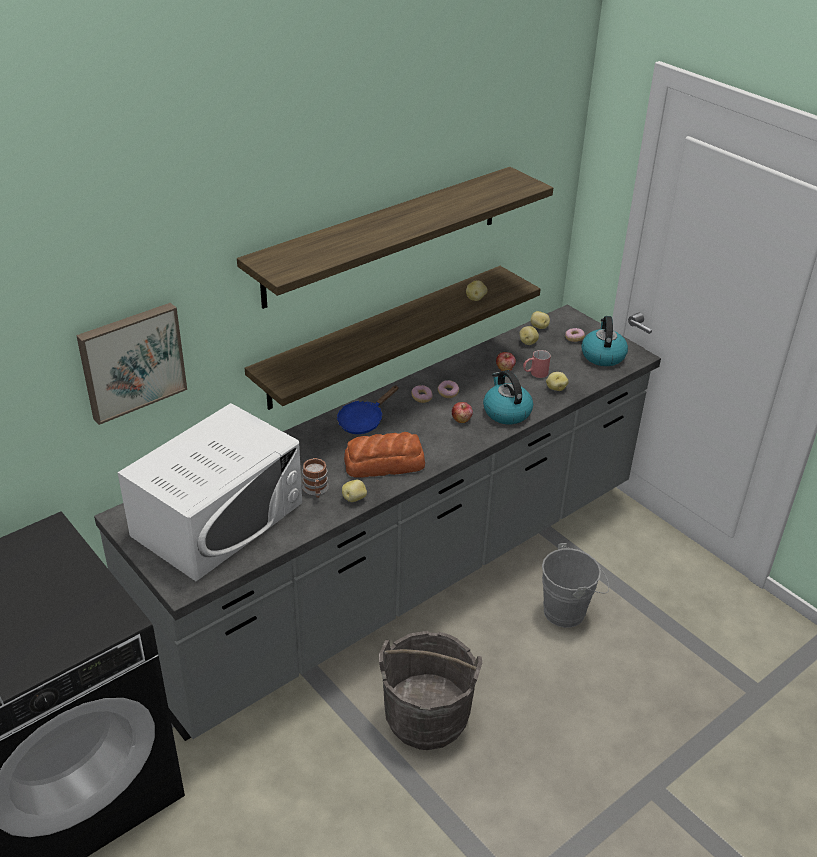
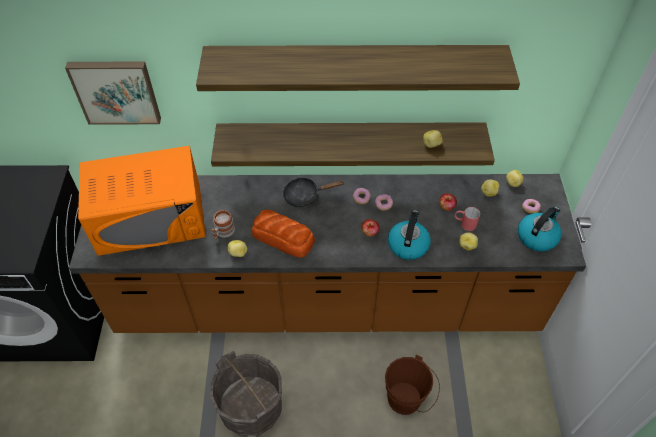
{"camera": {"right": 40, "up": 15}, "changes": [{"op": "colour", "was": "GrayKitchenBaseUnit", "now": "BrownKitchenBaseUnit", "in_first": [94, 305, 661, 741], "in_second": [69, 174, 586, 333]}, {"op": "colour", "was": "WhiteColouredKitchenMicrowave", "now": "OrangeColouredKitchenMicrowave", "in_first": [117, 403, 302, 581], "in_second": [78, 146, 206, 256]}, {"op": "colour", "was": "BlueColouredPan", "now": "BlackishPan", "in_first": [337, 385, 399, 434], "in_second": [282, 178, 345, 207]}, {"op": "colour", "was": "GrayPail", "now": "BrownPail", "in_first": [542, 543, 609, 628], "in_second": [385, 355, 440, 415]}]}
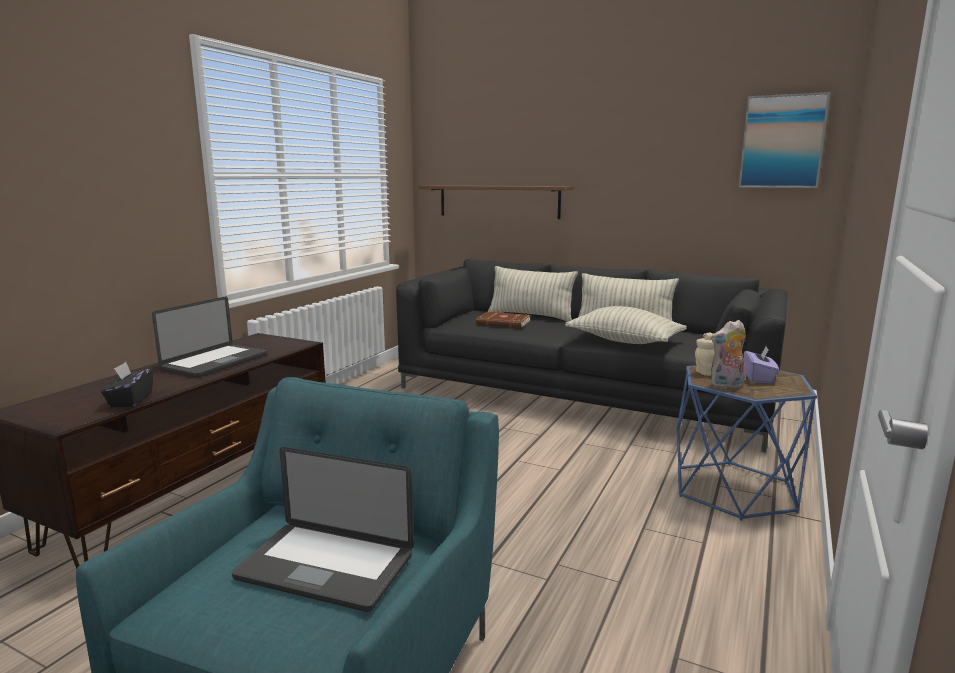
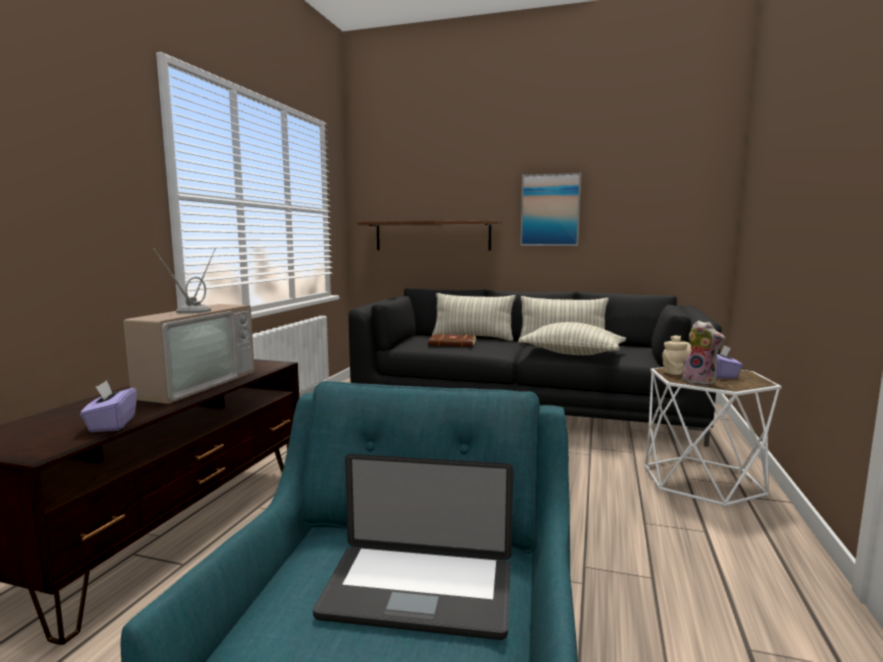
{"camera": {"right": -10, "up": -5}, "changes": [{"op": "colour", "was": "BlackishTissueBox", "now": "PurpleColouredTissueBox", "in_first": [101, 362, 153, 407], "in_second": [80, 380, 137, 432]}, {"op": "exchanged", "was": "Laptop", "now": "Television", "in_first": [152, 297, 267, 377], "in_second": [123, 247, 255, 404]}, {"op": "colour", "was": "BlueColouredAccentTable", "now": "WhiteColouredAccentTable", "in_first": [677, 365, 817, 521], "in_second": [645, 367, 782, 508]}, {"op": "spun", "was": "PlushToy", "in_first": [710, 320, 746, 389], "in_second": [682, 320, 725, 386], "clockwise": -105}, {"op": "relocated", "was": "Picture", "in_first": [739, 92, 830, 188], "in_second": [520, 173, 581, 246]}]}
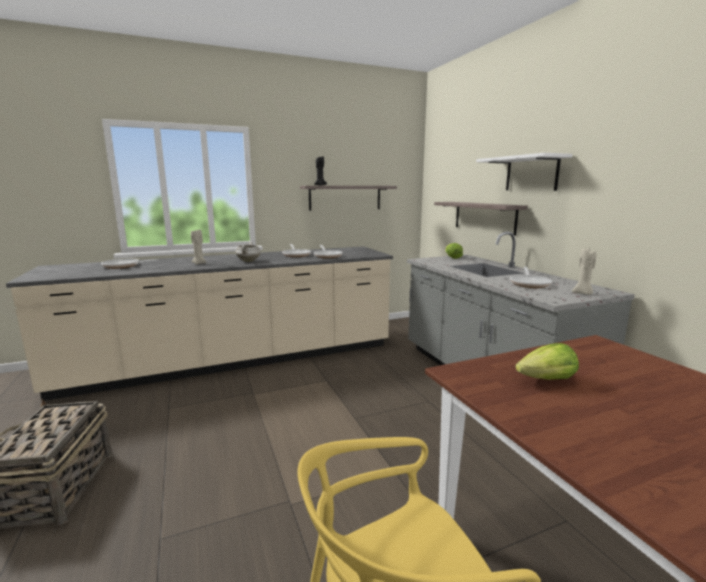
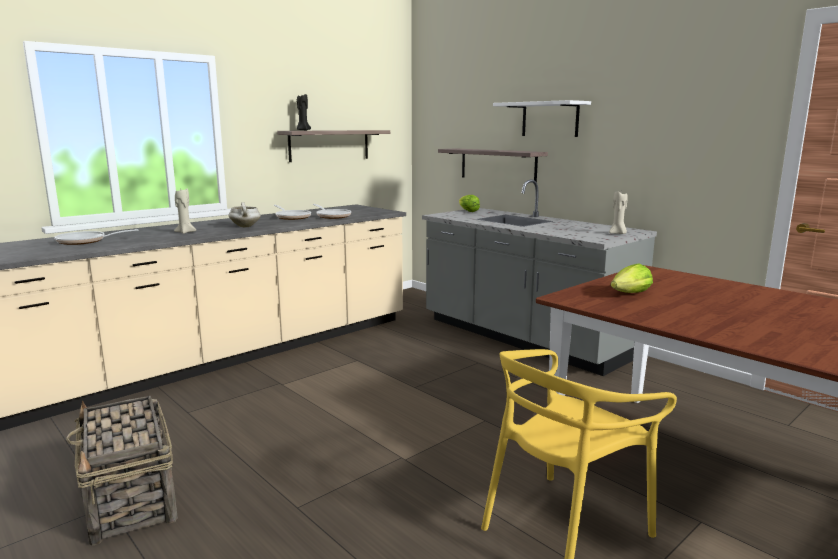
{"camera": {"right": -20, "up": 0}, "changes": [{"op": "missing", "was": "Pan", "in_first": [510, 267, 552, 288]}]}
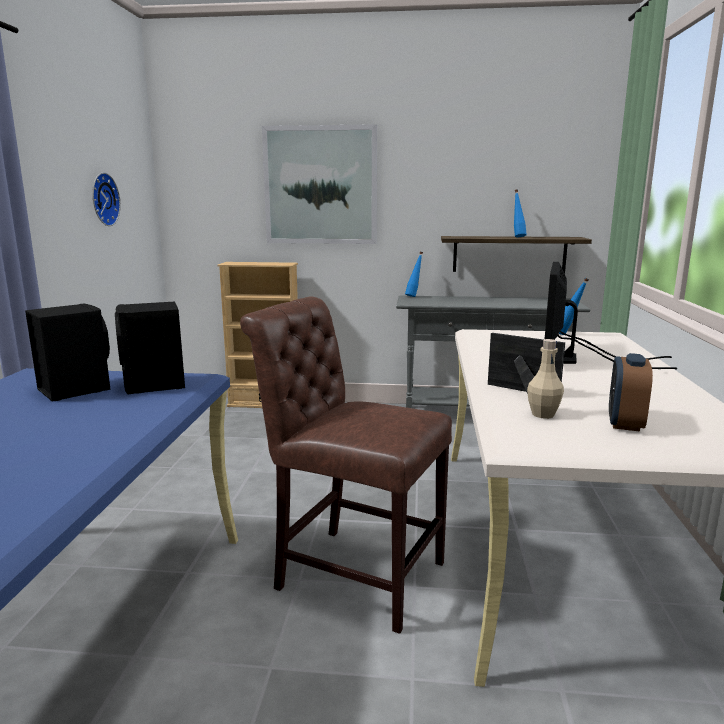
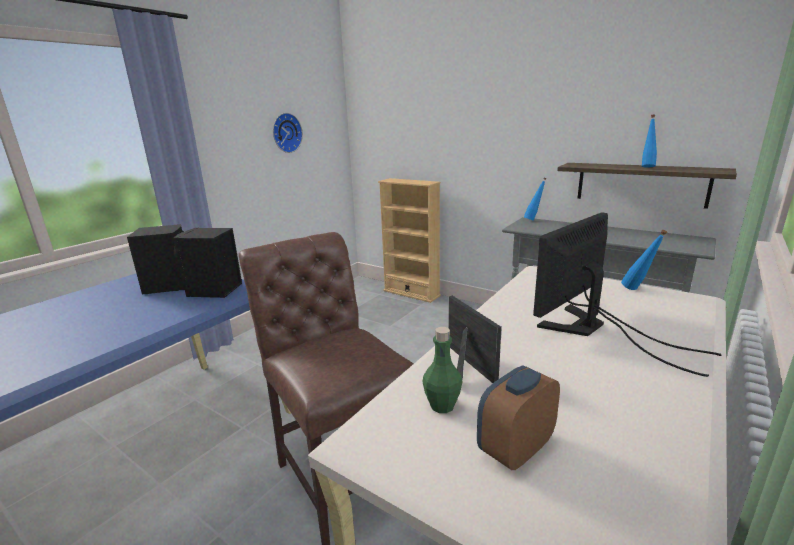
{"camera": {"right": 30, "up": 5}, "changes": [{"op": "missing", "was": "Picture", "in_first": [262, 124, 377, 244]}, {"op": "colour", "was": "BeigeBeverageBottle", "now": "GreenishBeverageBottle", "in_first": [527, 339, 564, 419], "in_second": [422, 327, 463, 413]}]}
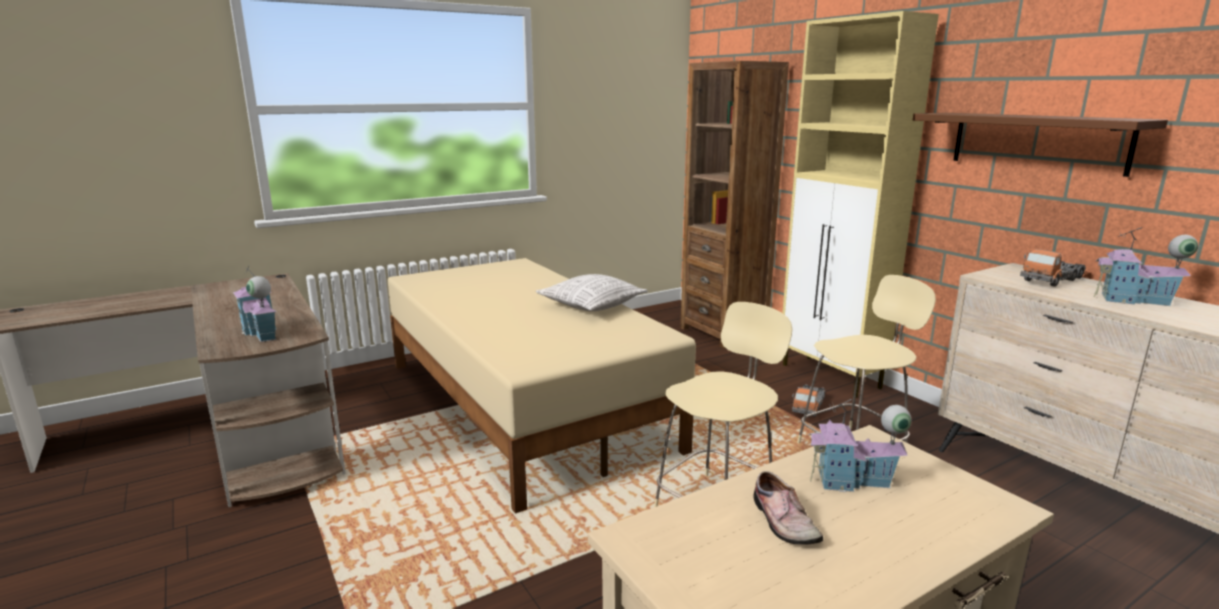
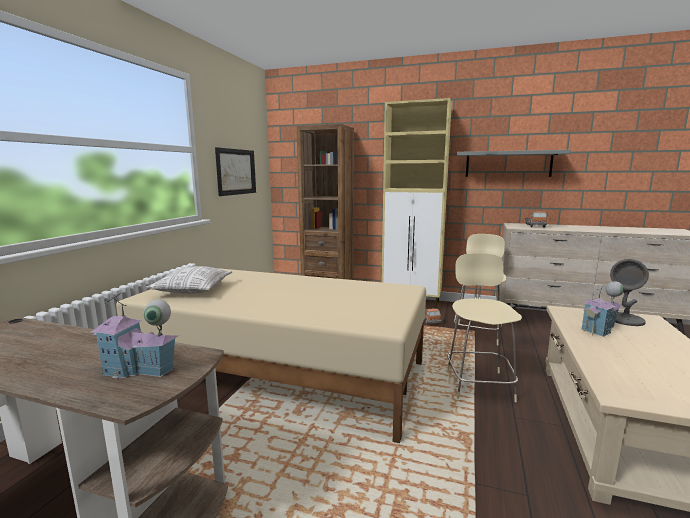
{"camera": {"right": -40, "up": -5}, "changes": [{"op": "relocated", "was": "Pillow", "in_first": [536, 274, 648, 311], "in_second": [146, 266, 232, 294]}, {"op": "missing", "was": "LowShoe", "in_first": [753, 471, 823, 545]}, {"op": "colour", "was": "BrownBracketShelf", "now": "GrayBracketShelf", "in_first": [913, 113, 1168, 177], "in_second": [457, 150, 571, 177]}, {"op": "missing", "was": "MiniatureHouse", "in_first": [1094, 227, 1198, 306]}, {"op": "appeared", "now": "Picture", "in_second": [215, 147, 256, 196]}, {"op": "appeared", "now": "GrayTabletopLamp", "in_second": [610, 259, 649, 326]}]}
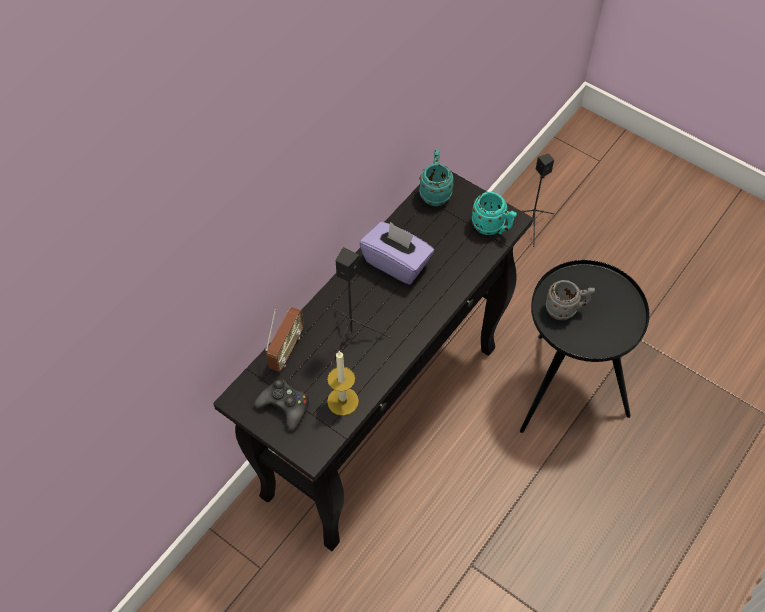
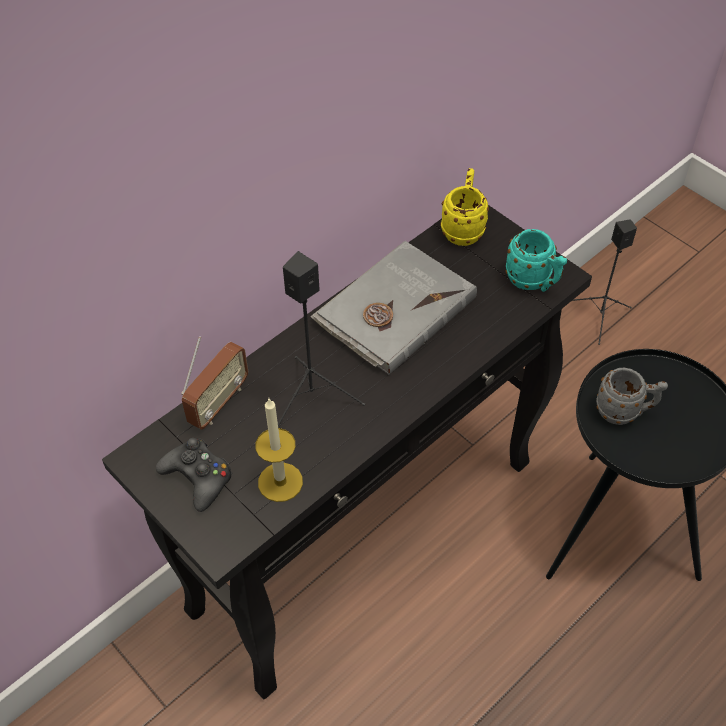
{"camera": {"right": 10, "up": -5}, "changes": [{"op": "exchanged", "was": "PurpleColouredTissueBox", "now": "GrayBook", "in_first": [359, 222, 434, 285], "in_second": [310, 241, 477, 375]}, {"op": "colour", "was": "TurquoiseColouredMug", "now": "YellowMug", "in_first": [419, 149, 454, 206], "in_second": [440, 168, 489, 246]}]}
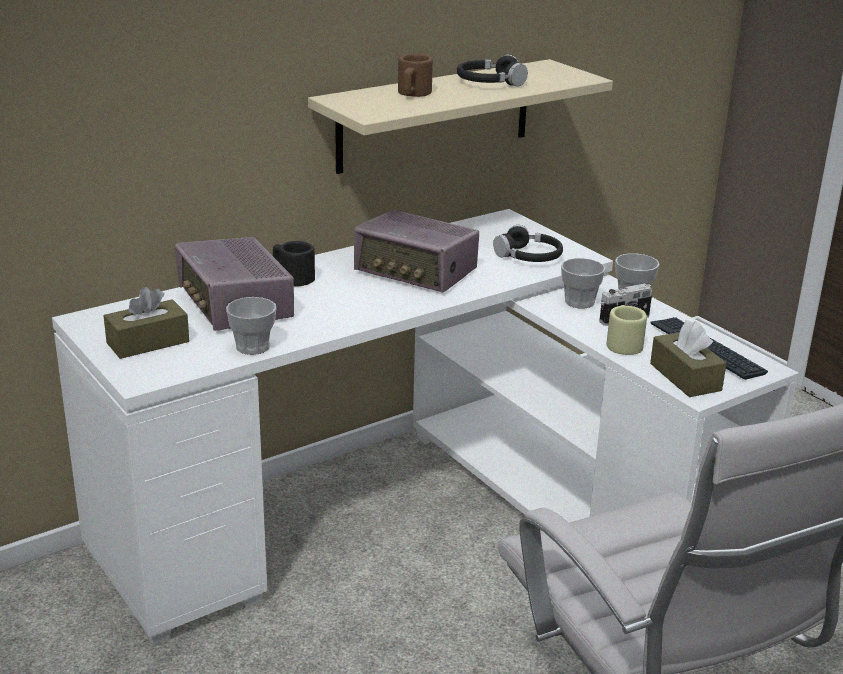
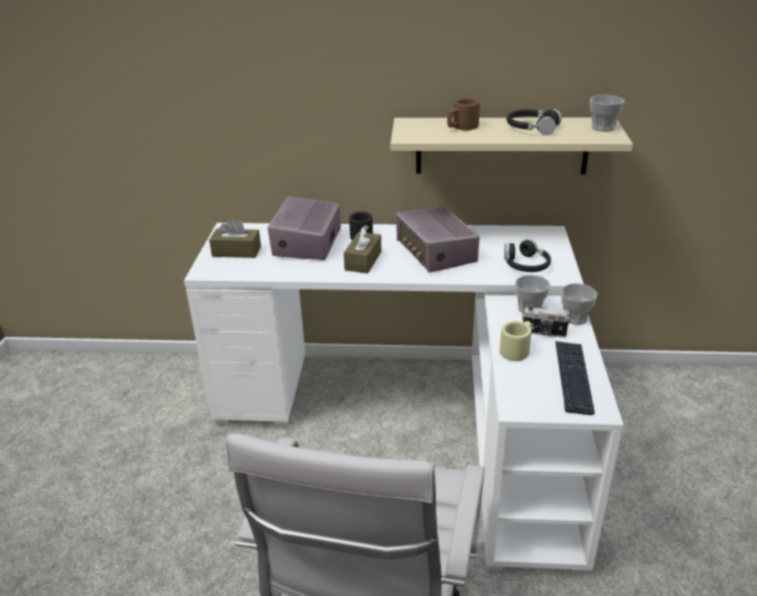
{"camera": {"right": 40, "up": 5}, "changes": [{"op": "relocated", "was": "DrinkingCup", "in_first": [226, 297, 276, 355], "in_second": [590, 95, 625, 132]}, {"op": "relocated", "was": "BrownTissueBox", "in_first": [650, 320, 727, 397], "in_second": [344, 225, 381, 274]}]}
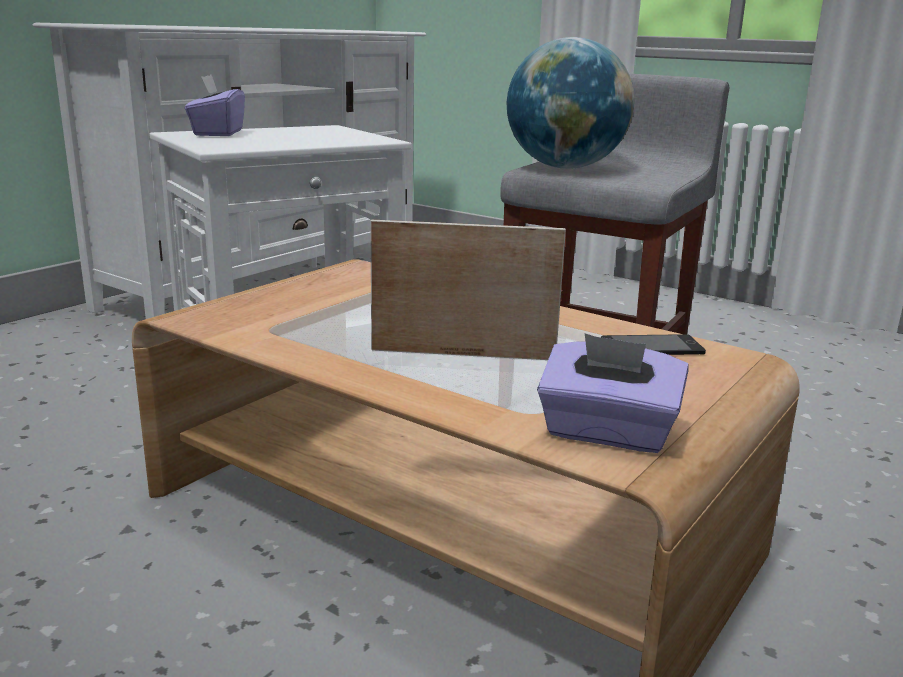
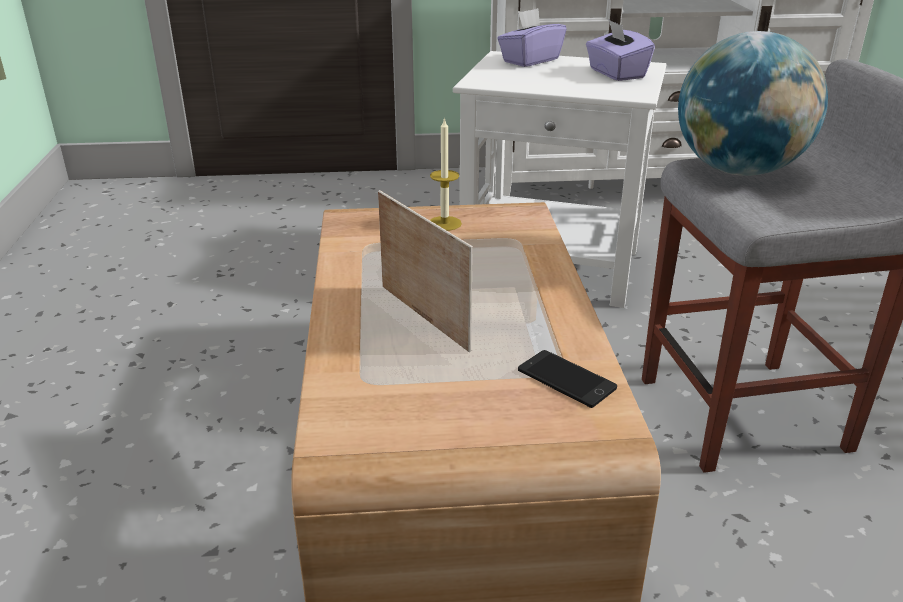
{"camera": {"right": 50, "up": 10}, "changes": [{"op": "relocated", "was": "PurpleColouredTissueBox", "in_first": [537, 333, 688, 453], "in_second": [586, 20, 655, 81]}, {"op": "appeared", "now": "WaxCandle", "in_second": [430, 117, 462, 231]}]}
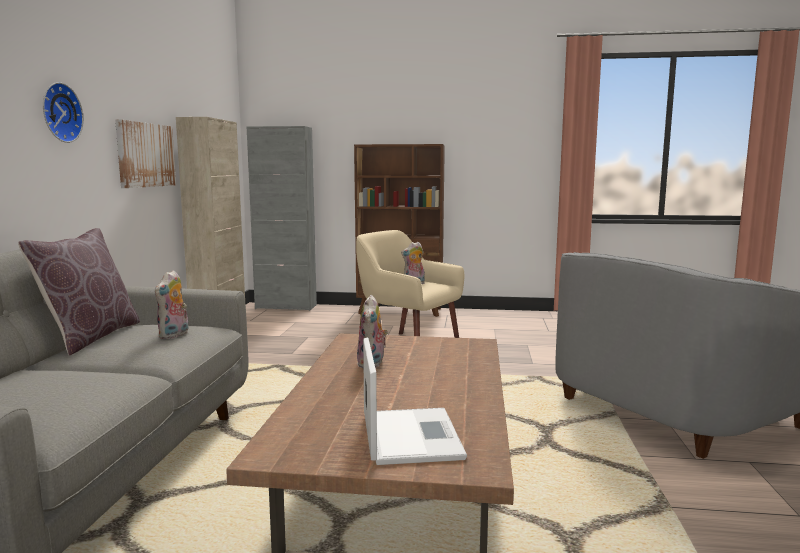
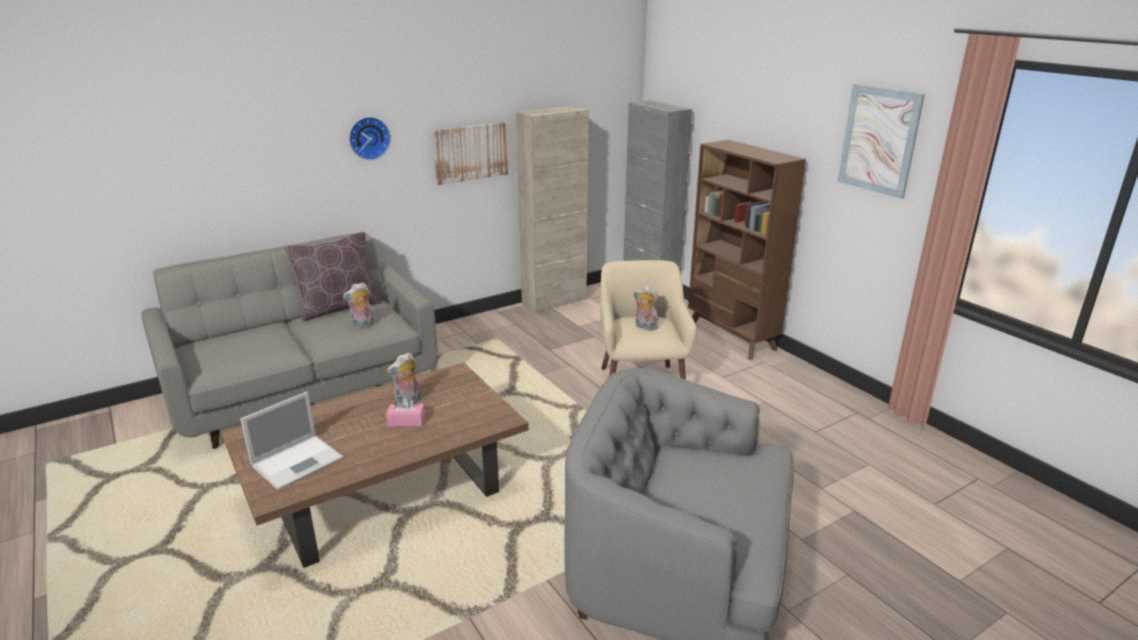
{"camera": {"right": 50, "up": 15}, "changes": [{"op": "appeared", "now": "PinkTissueBox", "in_second": [386, 397, 425, 427]}, {"op": "appeared", "now": "Picture", "in_second": [838, 84, 925, 199]}]}
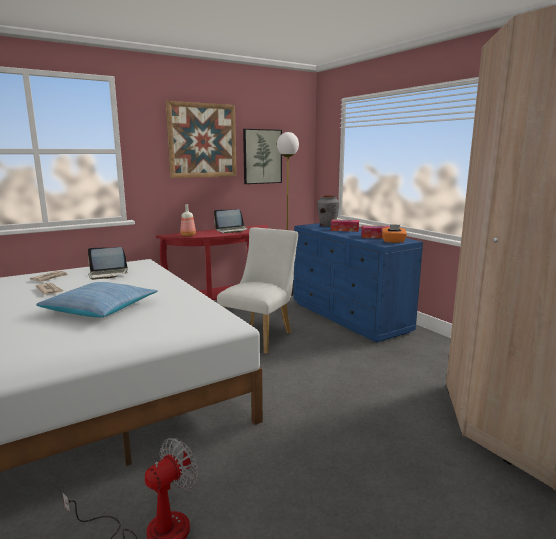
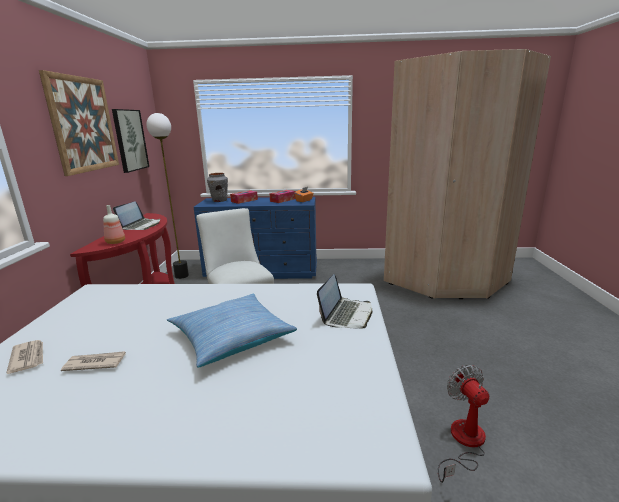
{"camera": {"right": -55, "up": 5}, "changes": [{"op": "relocated", "was": "Laptop", "in_first": [88, 247, 128, 280], "in_second": [317, 274, 372, 329]}]}
